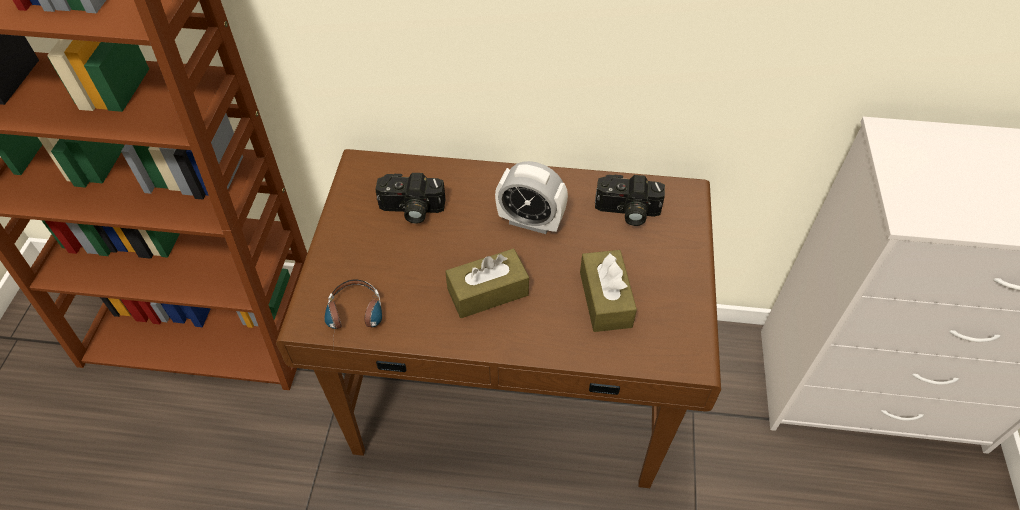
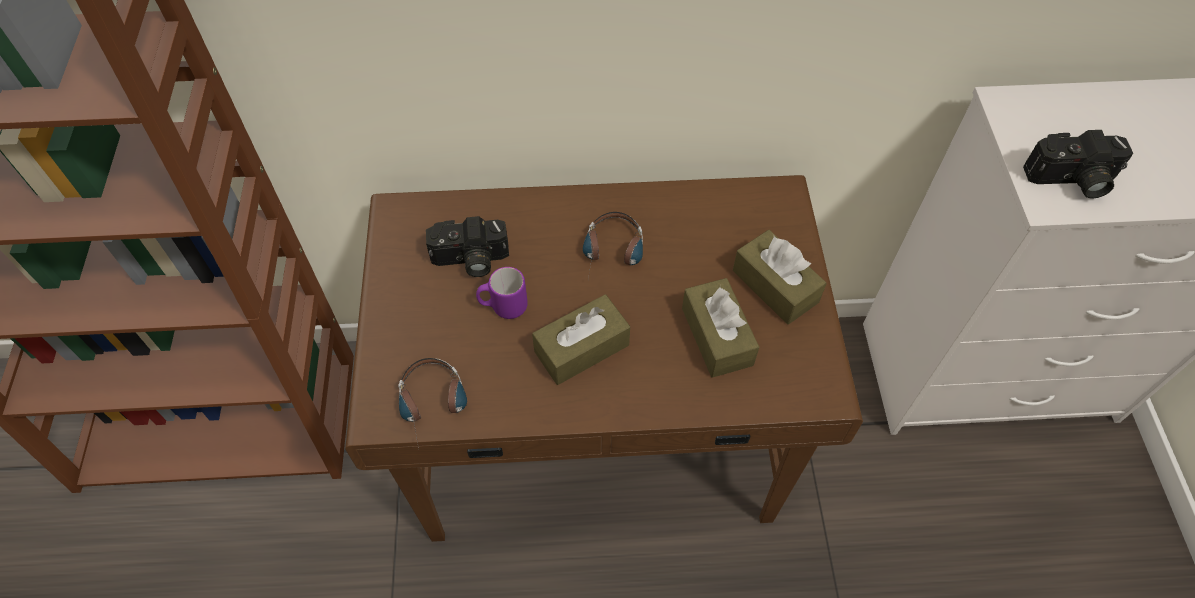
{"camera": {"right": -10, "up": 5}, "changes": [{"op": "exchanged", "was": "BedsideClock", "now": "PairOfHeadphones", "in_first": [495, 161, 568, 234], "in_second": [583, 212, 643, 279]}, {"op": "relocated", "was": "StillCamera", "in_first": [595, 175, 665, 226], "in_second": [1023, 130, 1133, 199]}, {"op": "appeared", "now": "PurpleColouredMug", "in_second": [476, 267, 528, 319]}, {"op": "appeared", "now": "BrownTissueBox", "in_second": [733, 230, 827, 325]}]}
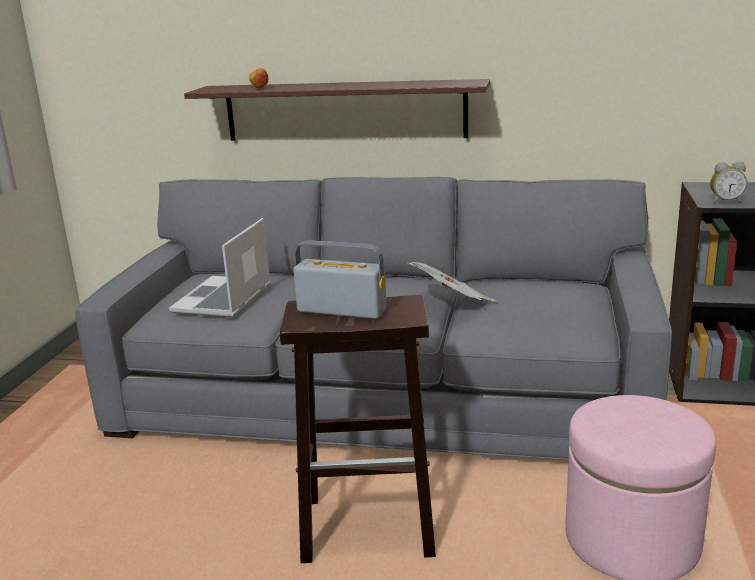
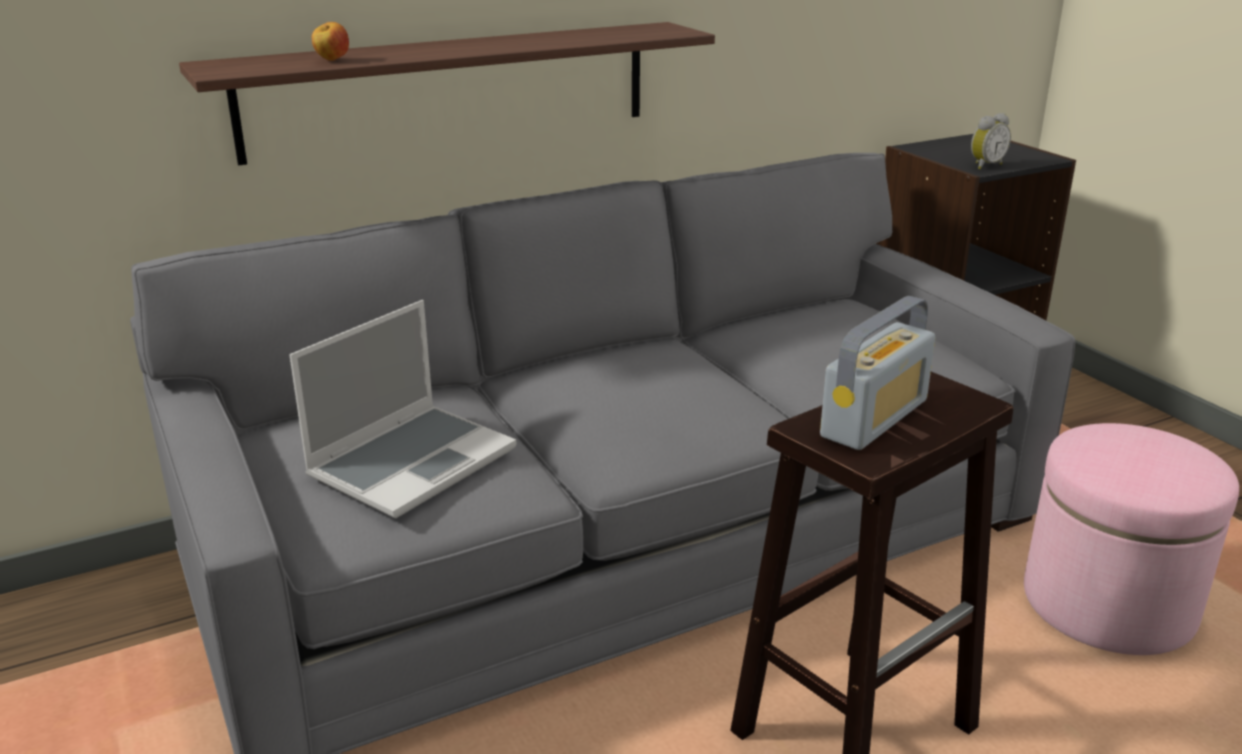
{"camera": {"right": -40, "up": 5}, "changes": [{"op": "spun", "was": "Laptop", "in_first": [169, 218, 271, 318], "in_second": [289, 300, 516, 518], "clockwise": -120}, {"op": "spun", "was": "Radio", "in_first": [294, 240, 387, 319], "in_second": [820, 296, 935, 450], "clockwise": 150}, {"op": "missing", "was": "Newspaper", "in_first": [408, 262, 497, 301]}]}
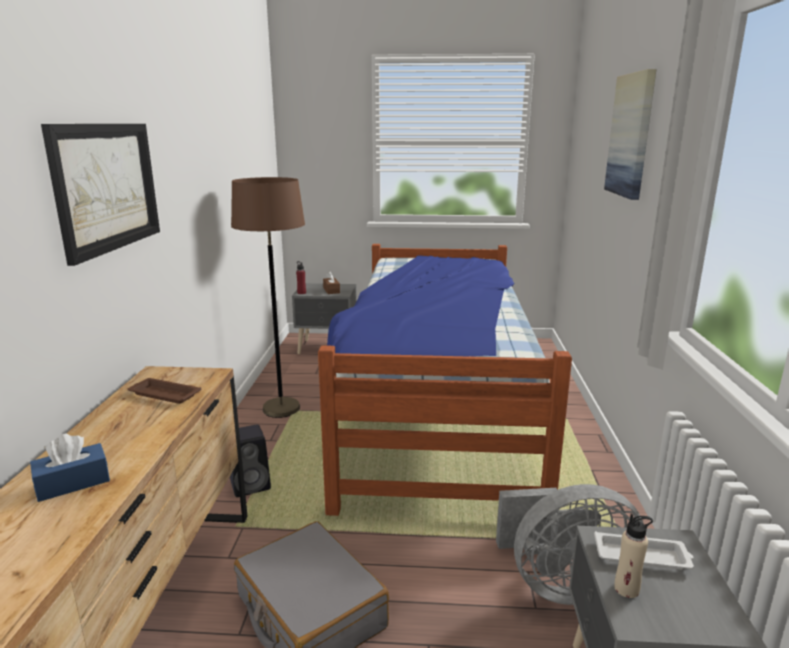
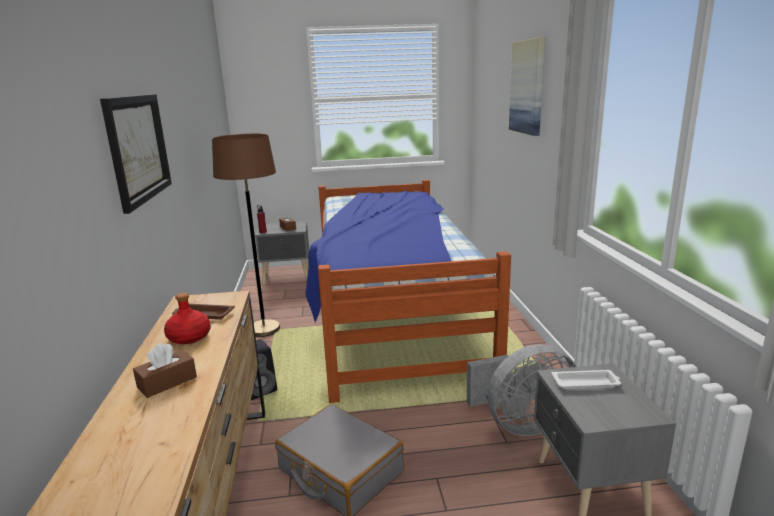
{"camera": {"right": -10, "up": 0}, "changes": [{"op": "colour", "was": "BlueColouredTissueBox", "now": "BrownTissueBox", "in_first": [30, 434, 110, 502], "in_second": [133, 343, 197, 398]}, {"op": "missing", "was": "BeigeBeverageBottle", "in_first": [614, 514, 653, 598]}, {"op": "appeared", "now": "RedColouredBeverageBottle", "in_second": [164, 293, 211, 344]}]}
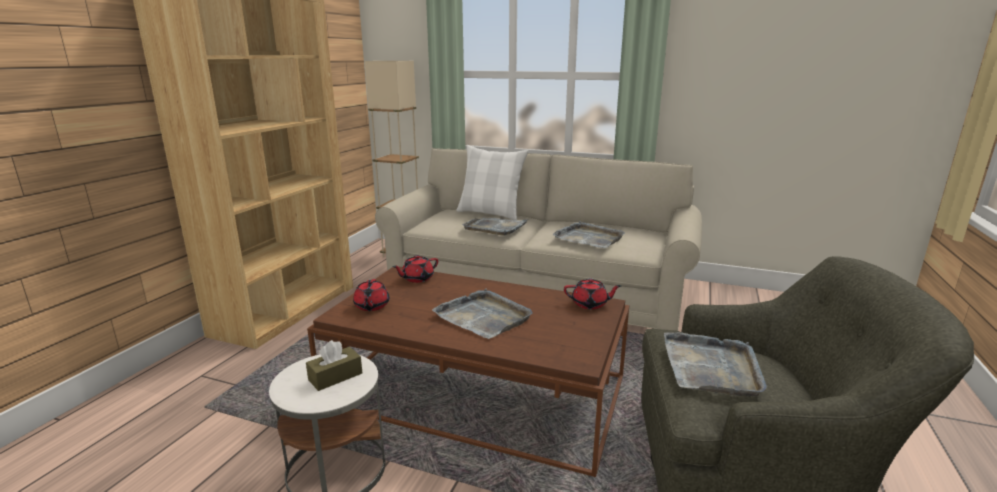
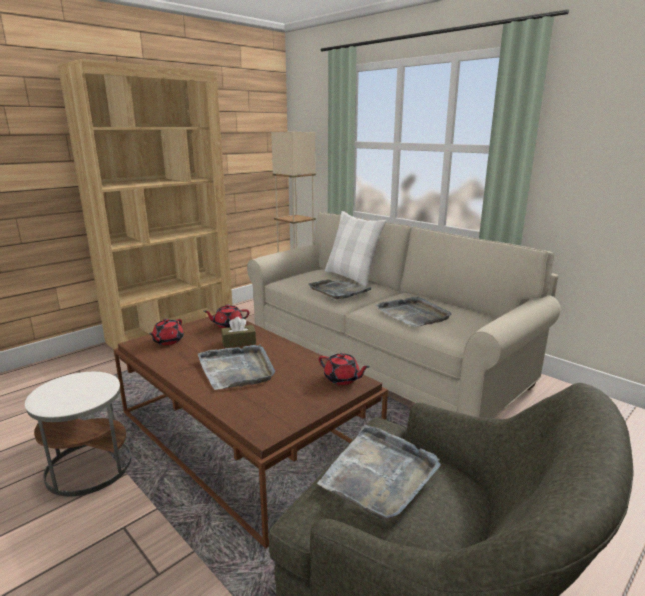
{"camera": {"right": 25, "up": 0}, "changes": [{"op": "relocated", "was": "BrownTissueBox", "in_first": [306, 340, 362, 391], "in_second": [221, 317, 256, 348]}]}
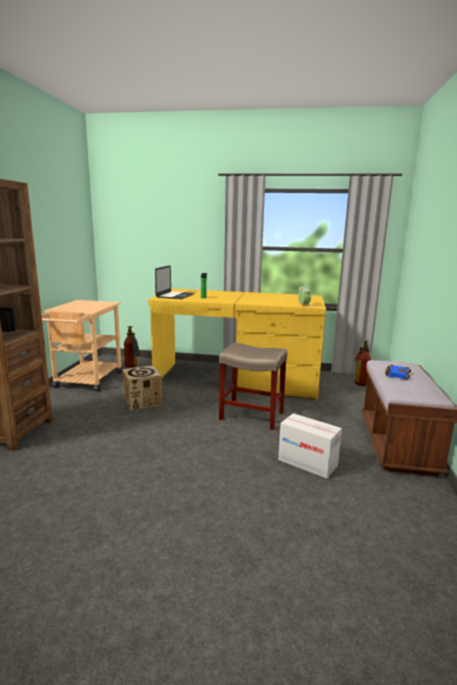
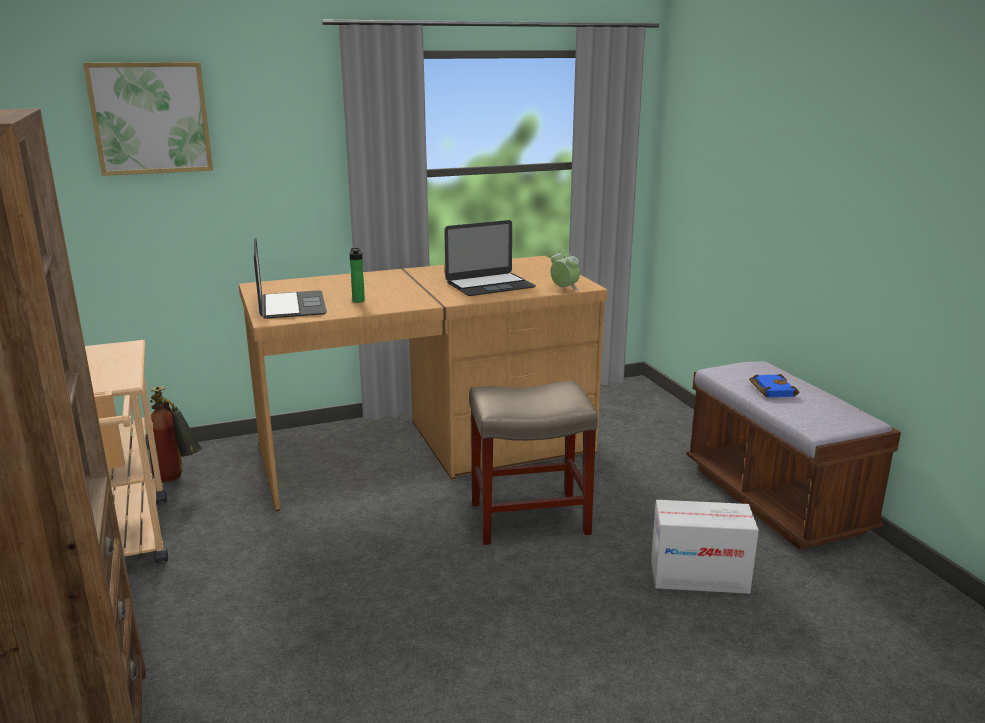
{"camera": {"right": -30, "up": 5}, "changes": [{"op": "missing", "was": "PackingBox", "in_first": [123, 365, 162, 411]}, {"op": "colour", "was": "YellowDesk", "now": "BrownDesk", "in_first": [148, 289, 326, 400], "in_second": [239, 256, 608, 512]}, {"op": "missing", "was": "FireExtinguisher", "in_first": [355, 340, 371, 386]}, {"op": "appeared", "now": "Picture", "in_second": [83, 62, 213, 176]}, {"op": "appeared", "now": "Laptop", "in_second": [444, 220, 536, 296]}]}
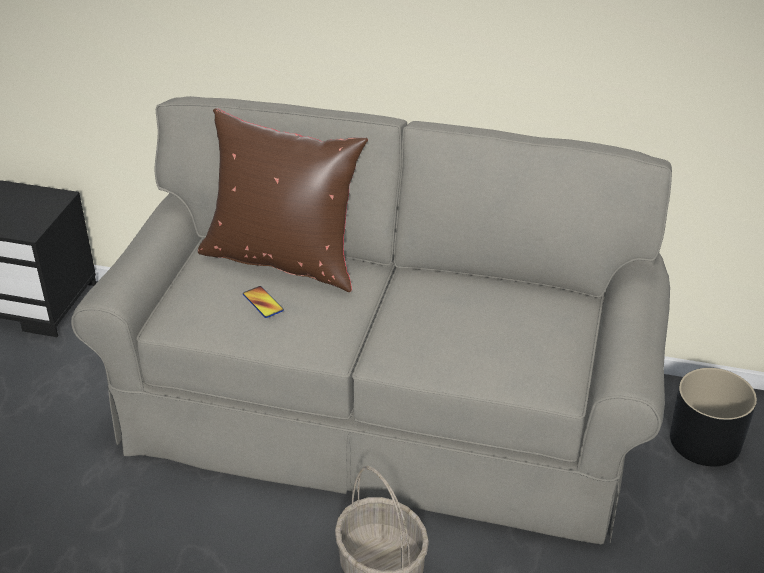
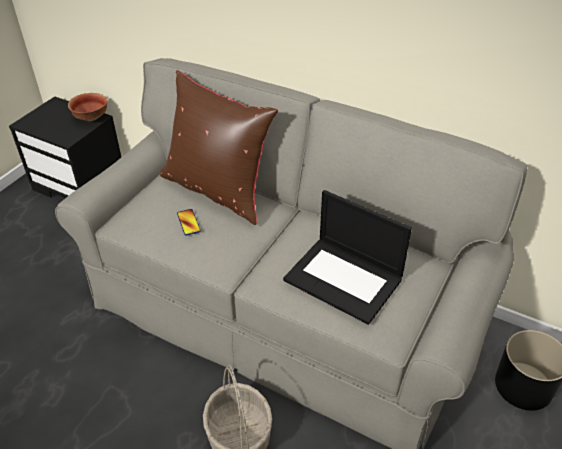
{"camera": {"right": 15, "up": 5}, "changes": [{"op": "appeared", "now": "Bowl", "in_second": [68, 93, 108, 121]}, {"op": "appeared", "now": "Laptop", "in_second": [283, 190, 412, 325]}]}
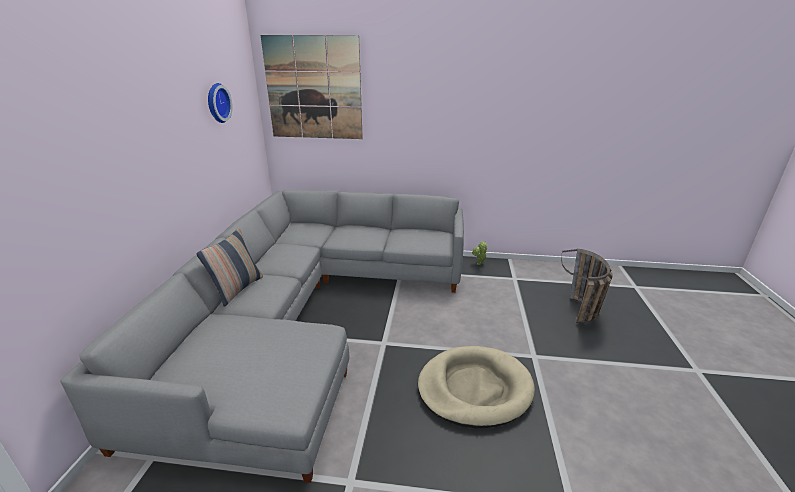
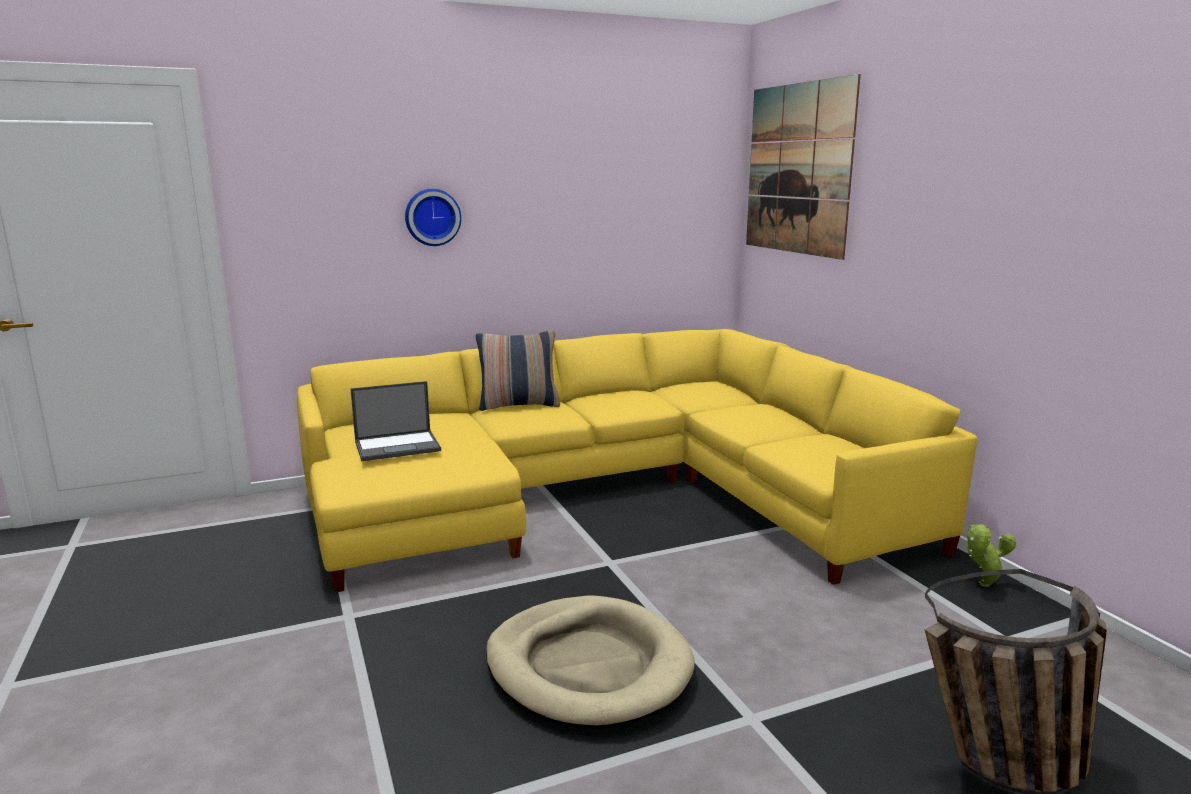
{"camera": {"right": 60, "up": -10}, "changes": [{"op": "colour", "was": "GrayCouch", "now": "YellowCouch", "in_first": [61, 190, 464, 483], "in_second": [297, 329, 978, 592]}, {"op": "relocated", "was": "HangingClock", "in_first": [208, 83, 233, 123], "in_second": [405, 189, 461, 246]}, {"op": "appeared", "now": "Laptop", "in_second": [350, 381, 441, 461]}]}
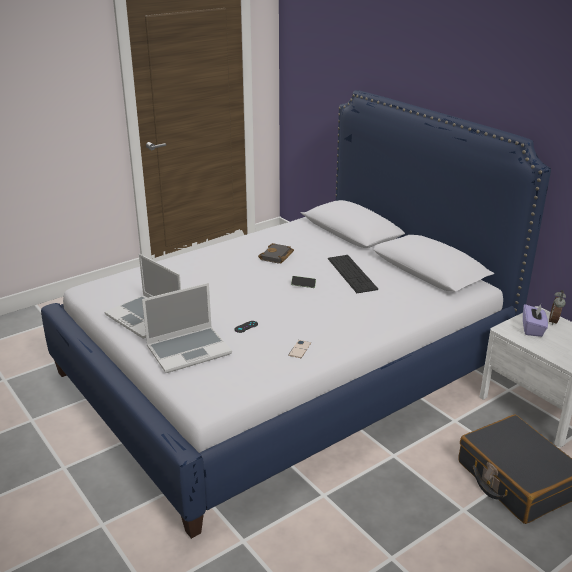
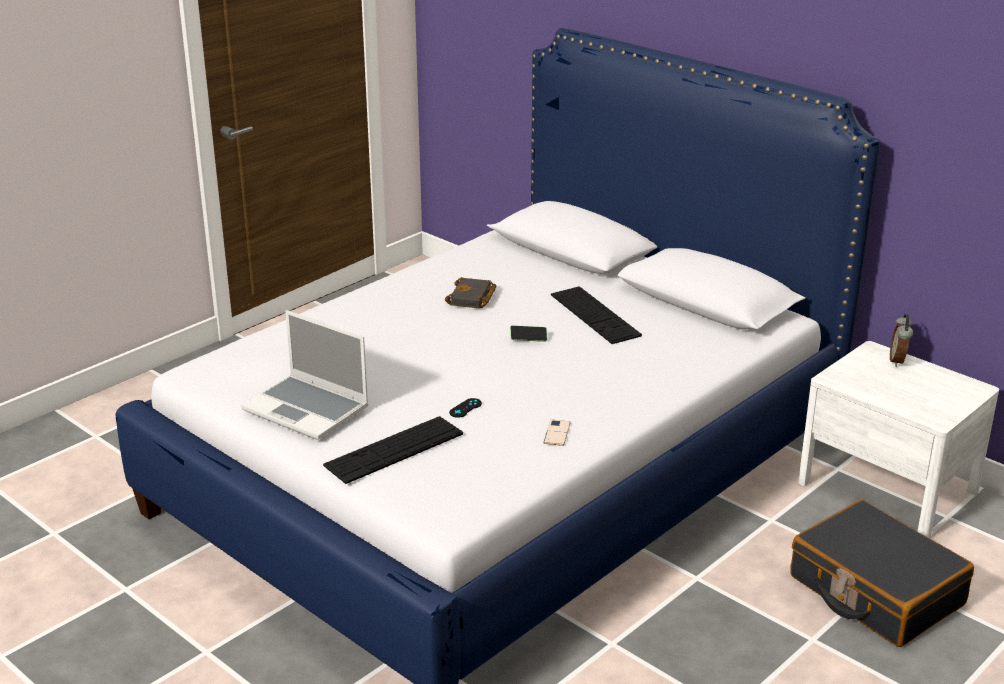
{"camera": {"right": -10, "up": 0}, "changes": [{"op": "exchanged", "was": "Laptop", "now": "ComputerKeyboard", "in_first": [142, 283, 232, 373], "in_second": [323, 416, 463, 484]}, {"op": "missing", "was": "PurpleColouredTissueBox", "in_first": [523, 304, 548, 337]}]}
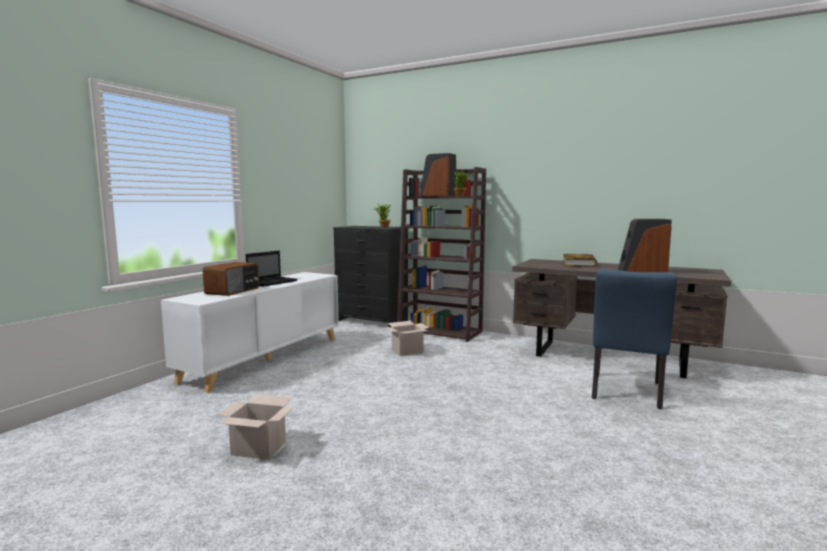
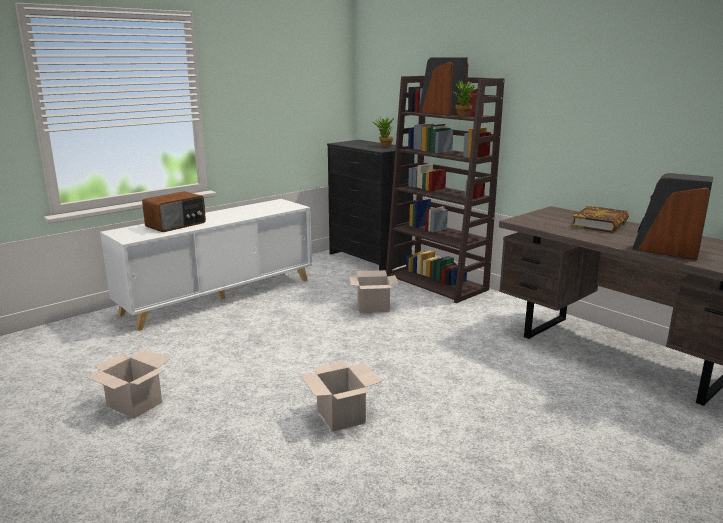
{"camera": {"right": 20, "up": 10}, "changes": [{"op": "missing", "was": "Laptop", "in_first": [246, 251, 298, 287]}, {"op": "missing", "was": "BlueColouredUprightChair", "in_first": [592, 269, 677, 409]}, {"op": "appeared", "now": "PackingBox", "in_second": [300, 361, 382, 432]}]}
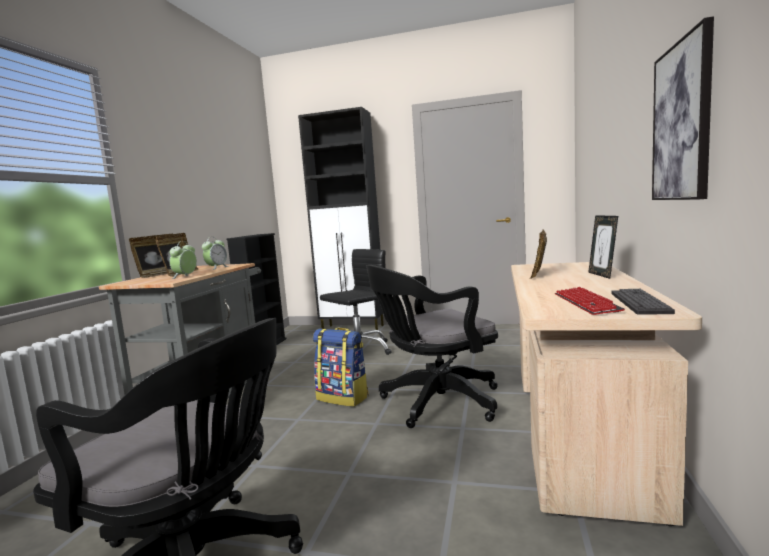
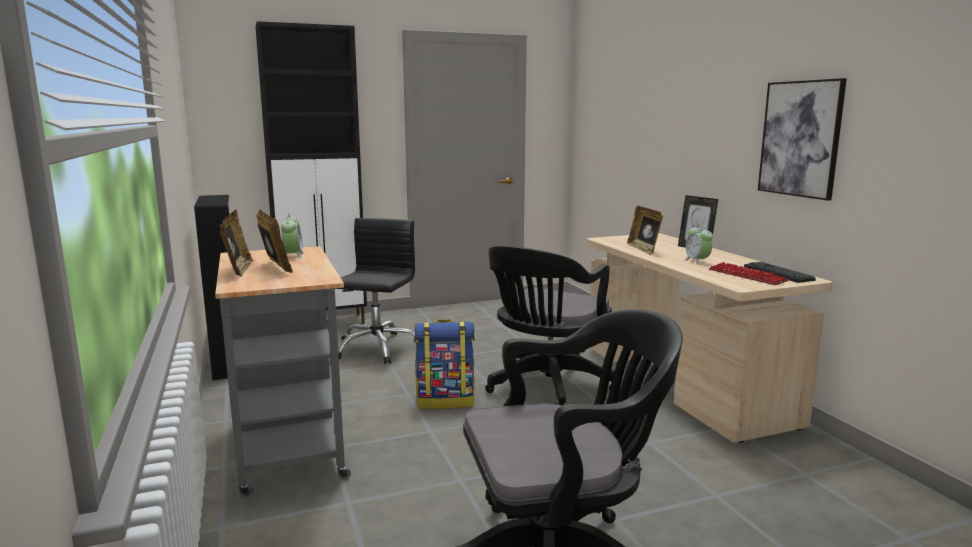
{"camera": {"right": -35, "up": 5}, "changes": [{"op": "relocated", "was": "BedsideClock", "in_first": [169, 241, 197, 279], "in_second": [684, 224, 713, 265]}]}
